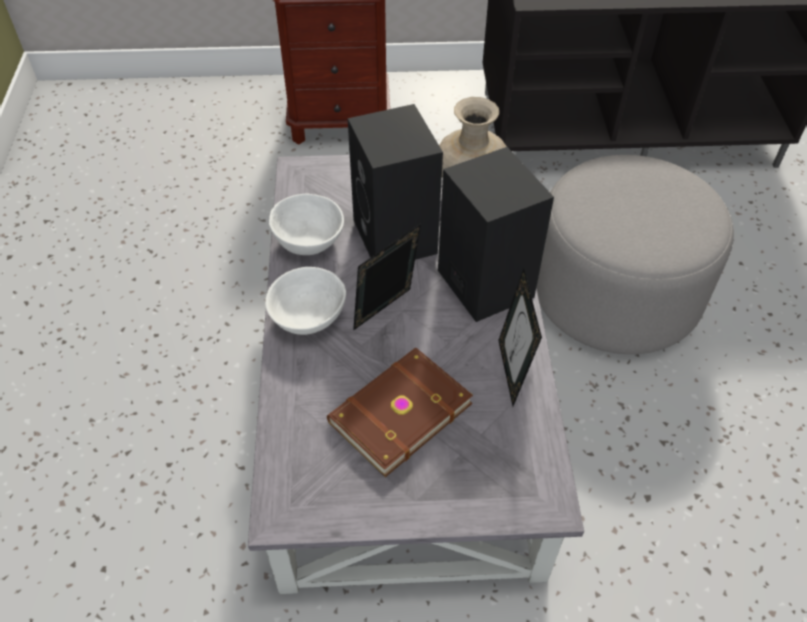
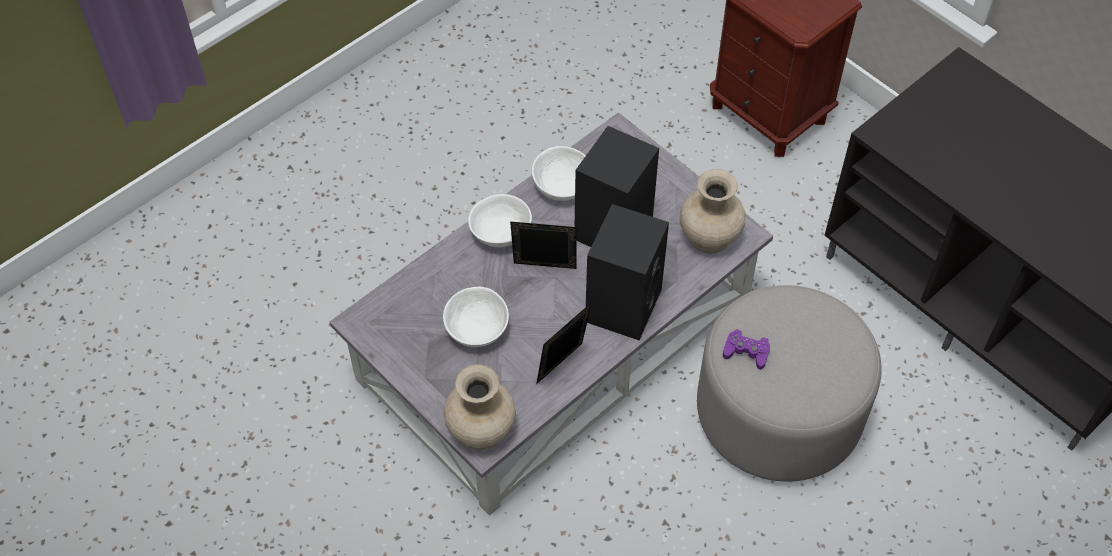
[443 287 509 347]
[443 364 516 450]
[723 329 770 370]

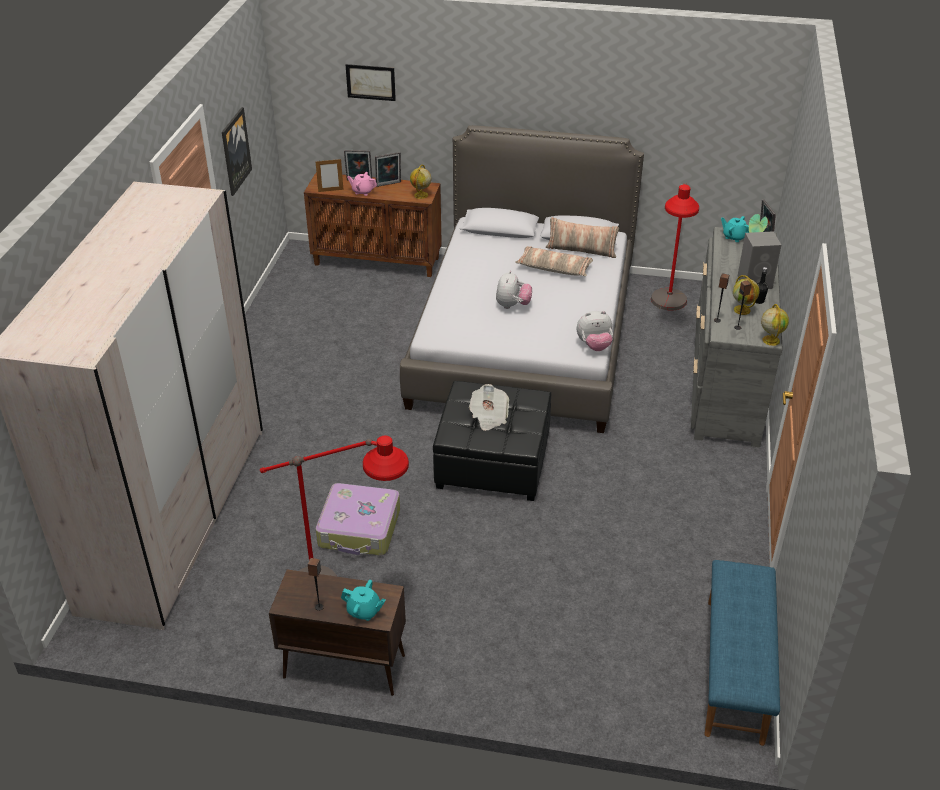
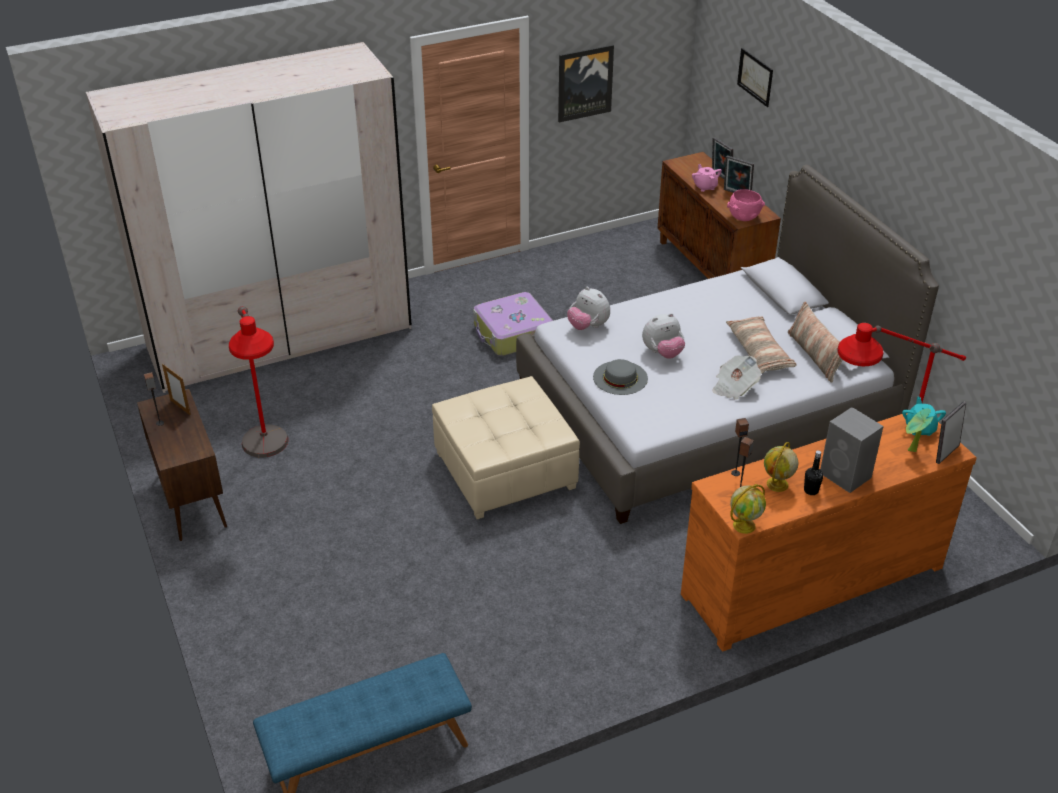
[162 364 191 416]
[432 376 580 519]
[473 292 553 356]
[567 287 610 330]
[593 359 648 395]
[681 413 977 651]
[712 355 761 400]
[727 189 765 221]
[341 580 386 621] (first image)

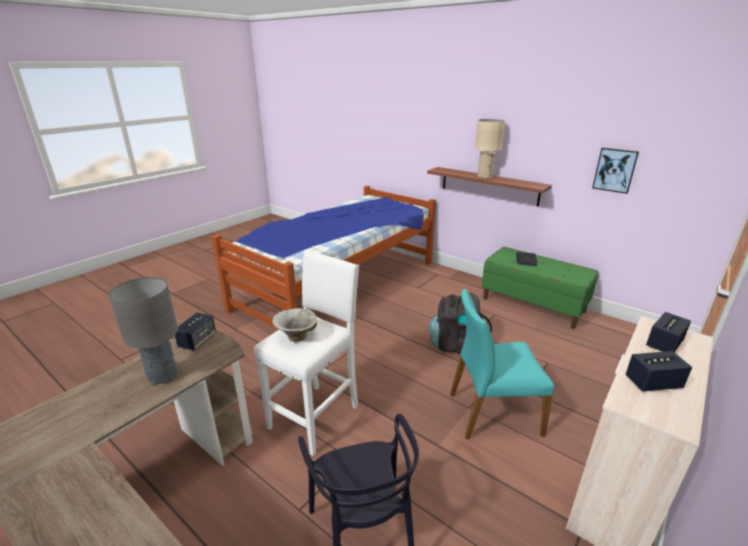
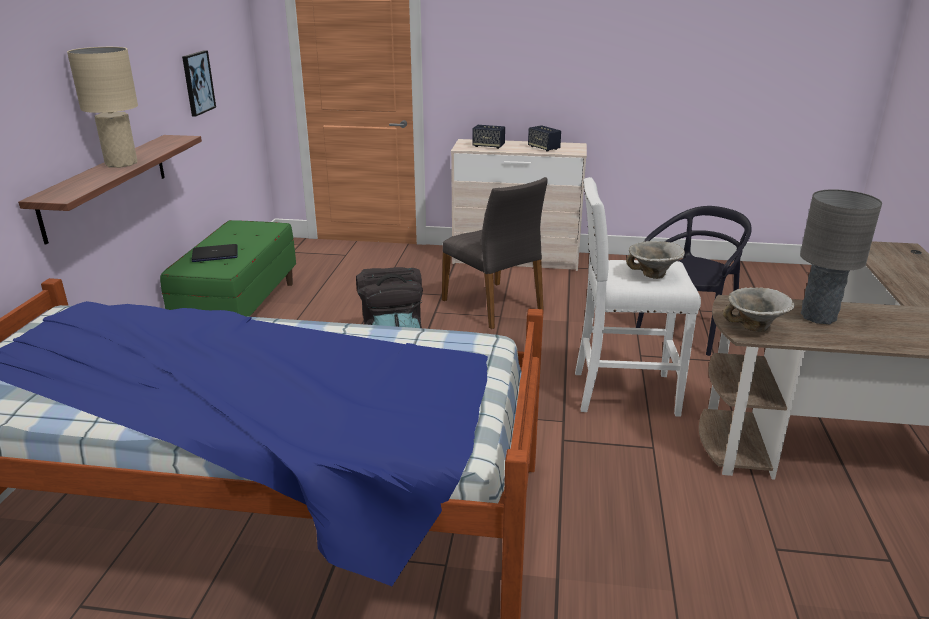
[442 177 548 329]
[723 287 795 332]

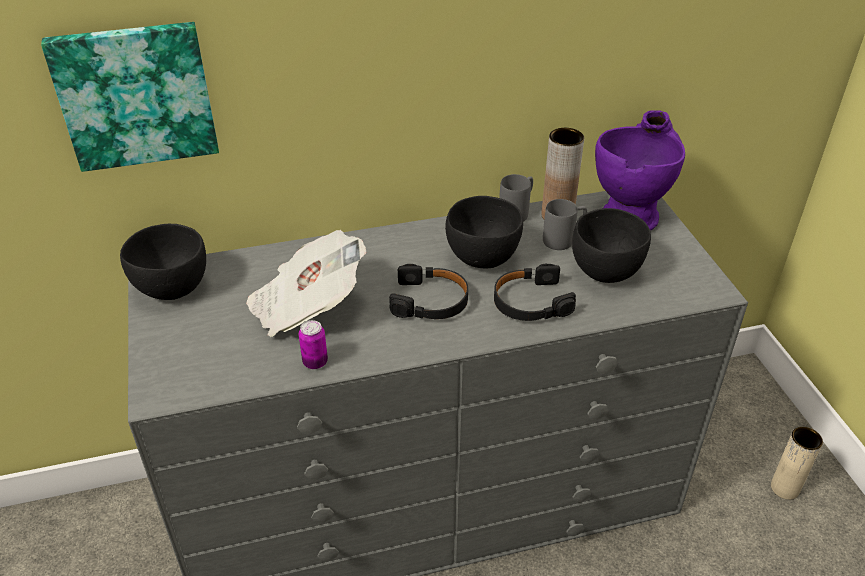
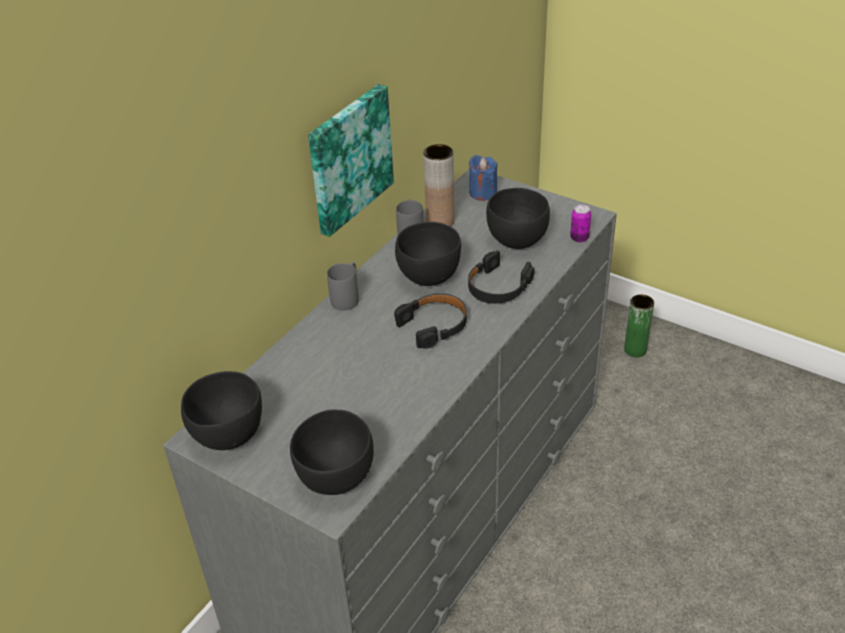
[290 409 374 495]
[308 84 394 237]
[327 262 359 311]
[469 155 497 201]
[570 205 591 243]
[624 294 654 357]
[246 230 366 337] (first image)

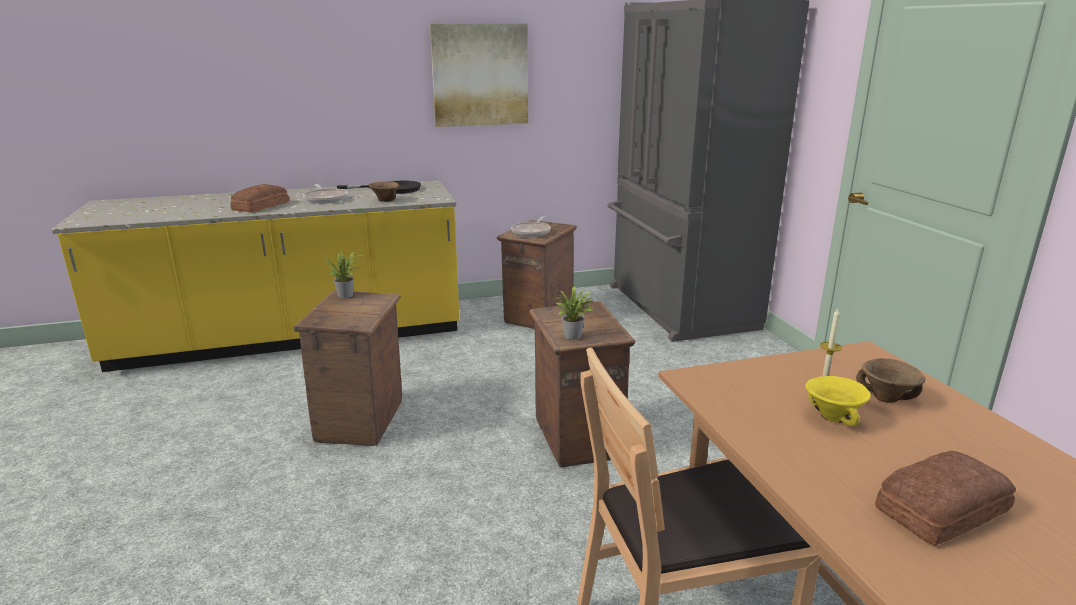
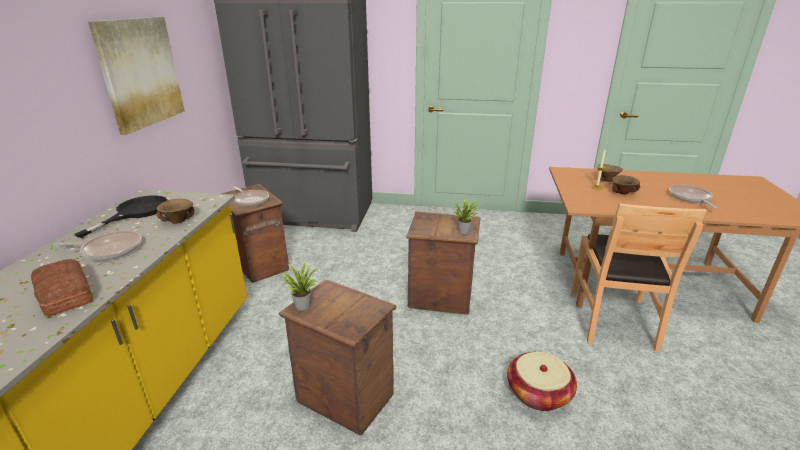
[507 352 577 411]
[612 175 640 195]
[669 185 718 209]

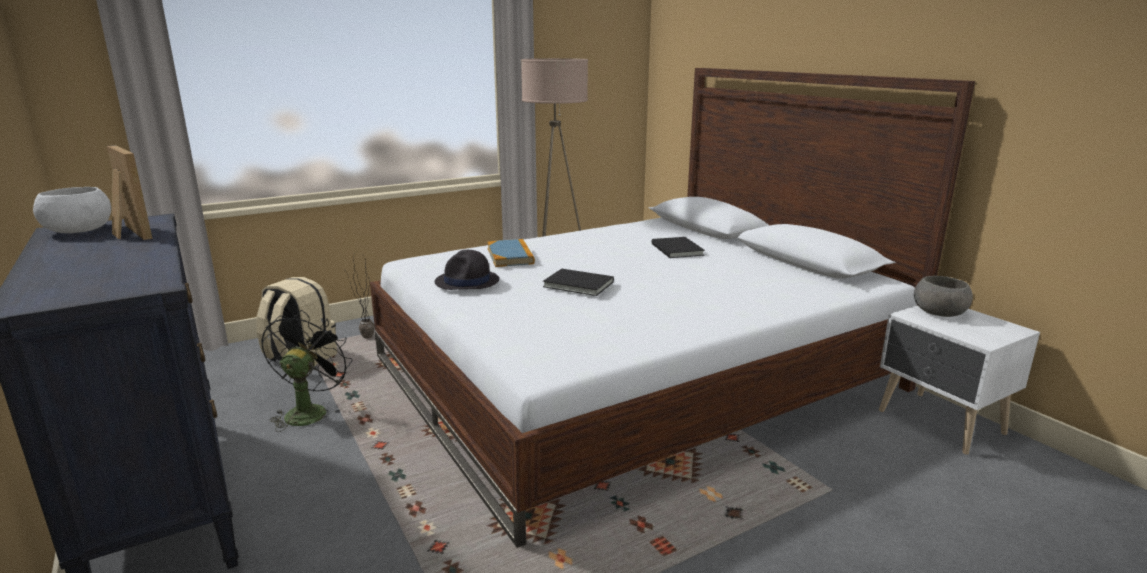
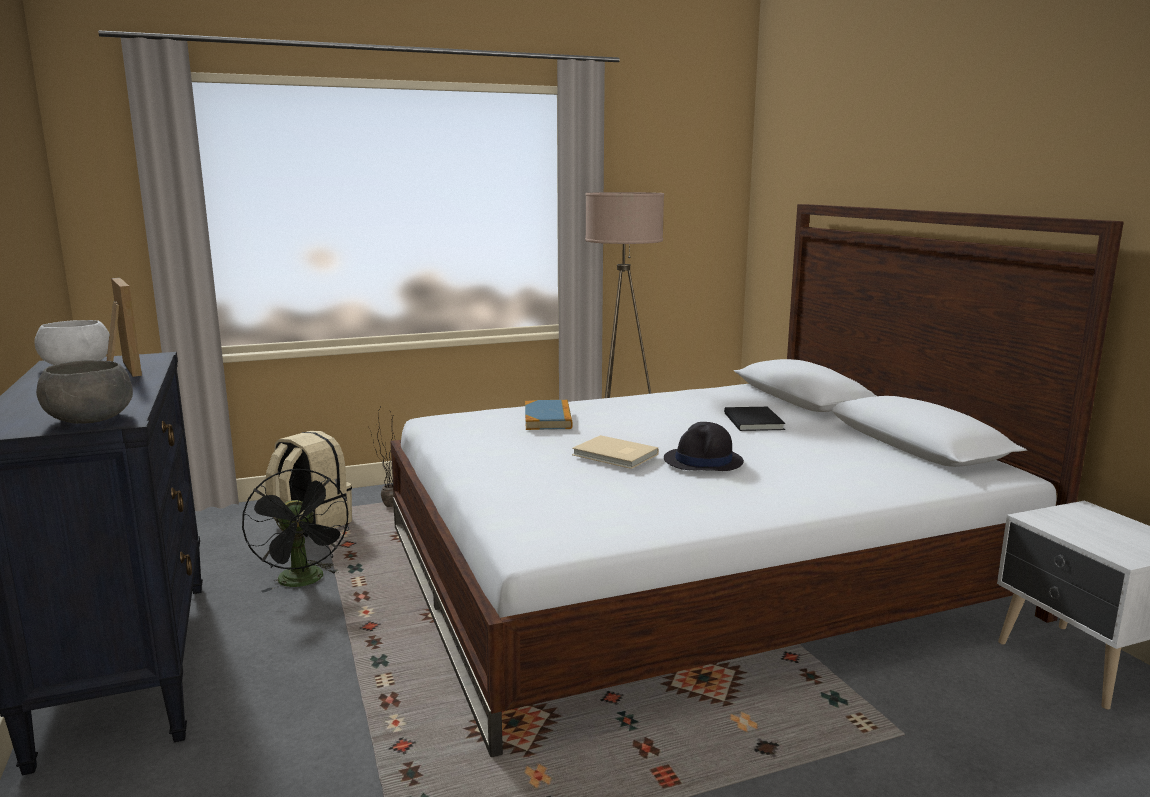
[36 360 133 424]
[242 469 349 593]
[572 435 659 469]
[664 422 744 471]

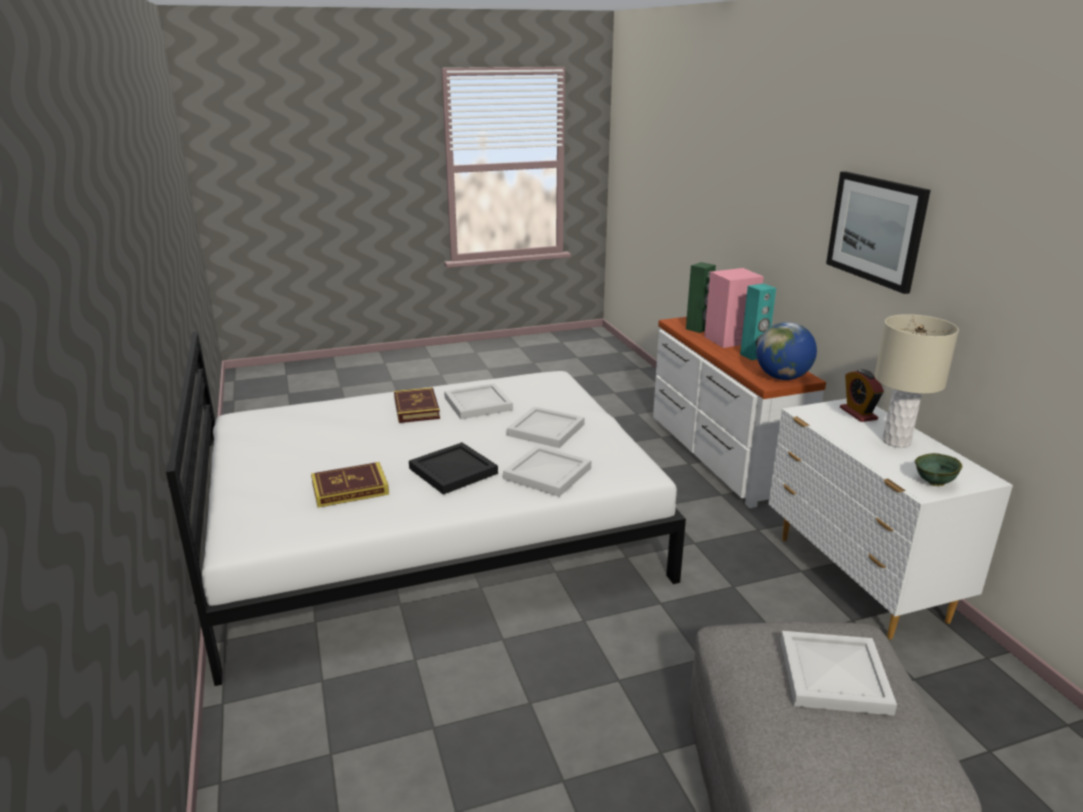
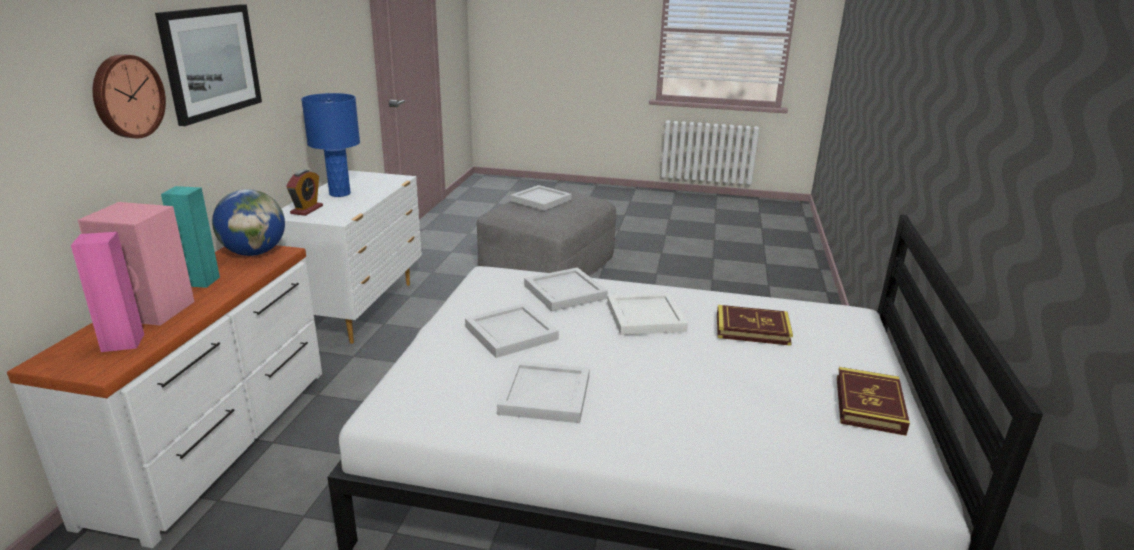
[71 232 144 352]
[93 54 166 138]
[301 93 360 197]
[607 293 688 335]
[837 367 910 436]
[915 453 962 486] (first image)

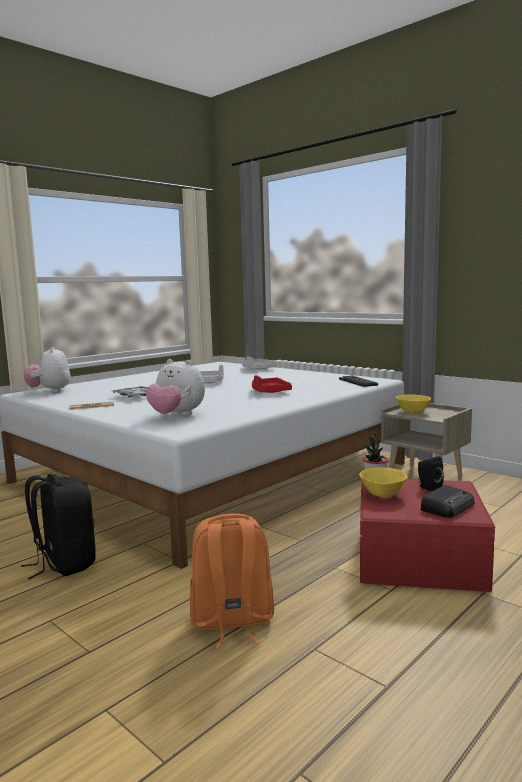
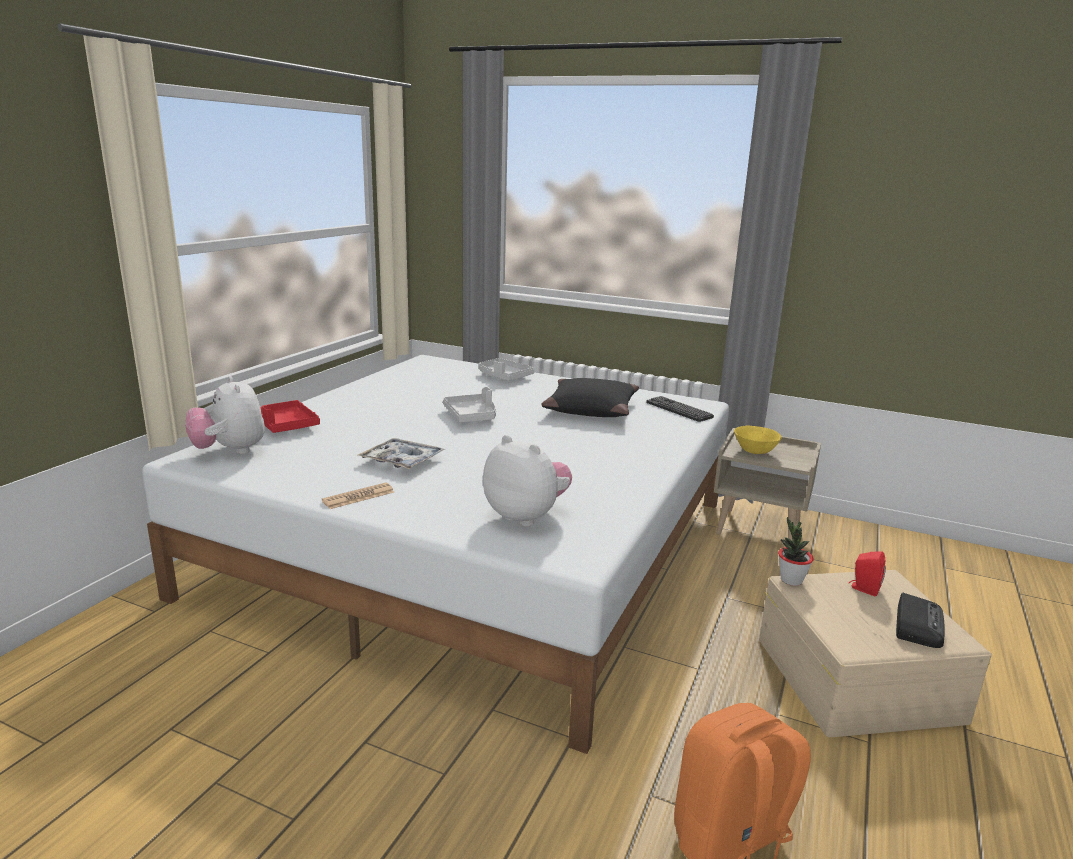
[261 400 320 433]
[483 435 572 527]
[541 378 639 417]
[759 570 992 737]
[849 552 886 596]
[21 474 96 579] (first image)
[359 467 408 498] (first image)

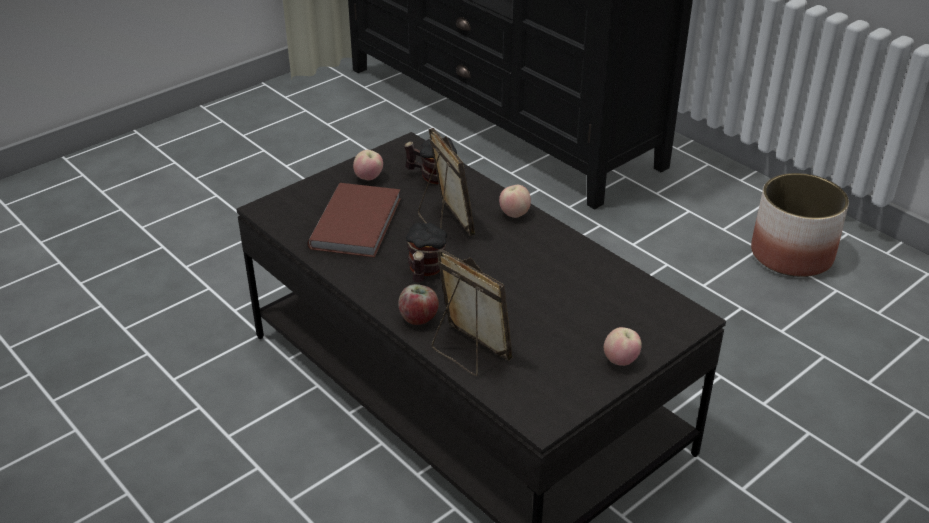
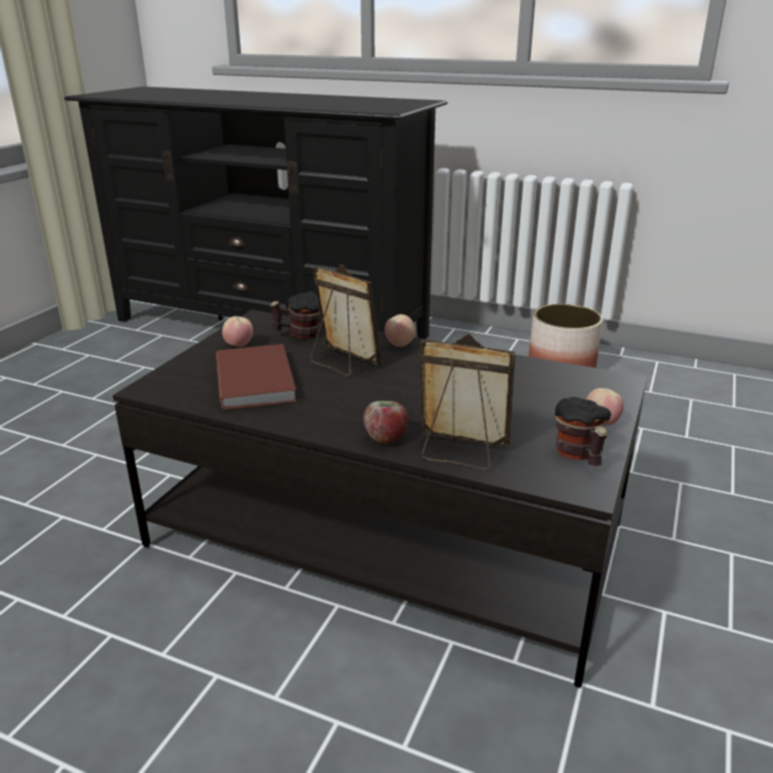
[555 397 611 466]

